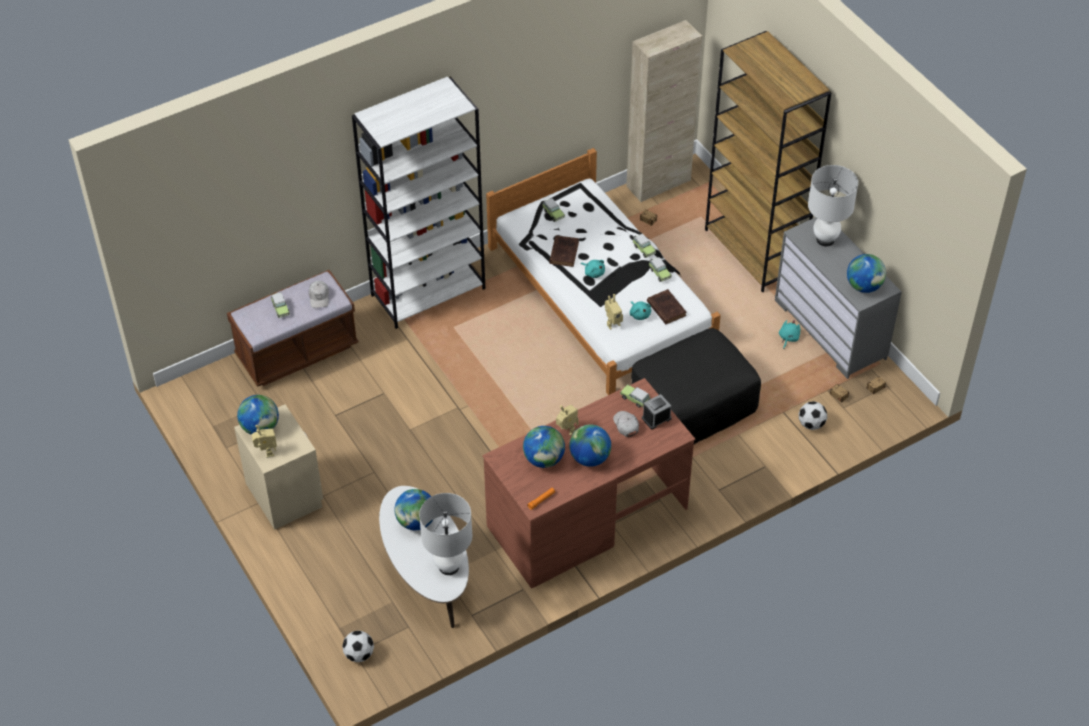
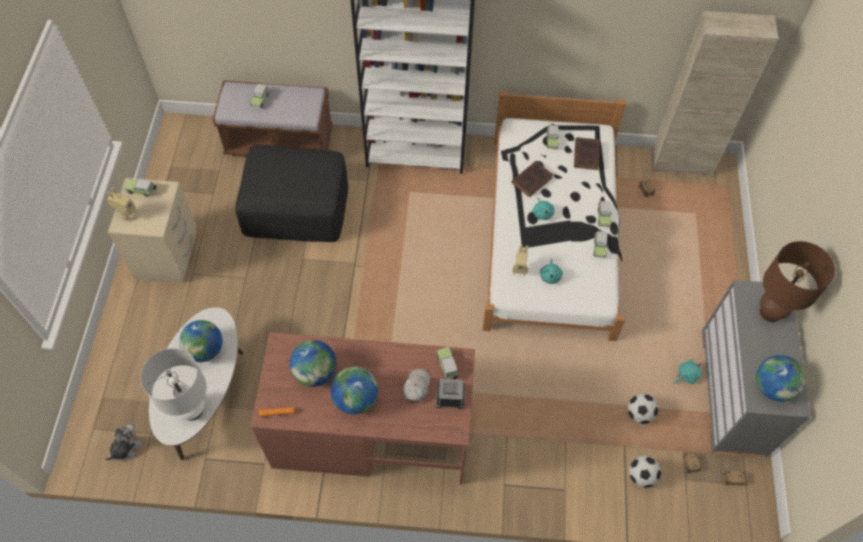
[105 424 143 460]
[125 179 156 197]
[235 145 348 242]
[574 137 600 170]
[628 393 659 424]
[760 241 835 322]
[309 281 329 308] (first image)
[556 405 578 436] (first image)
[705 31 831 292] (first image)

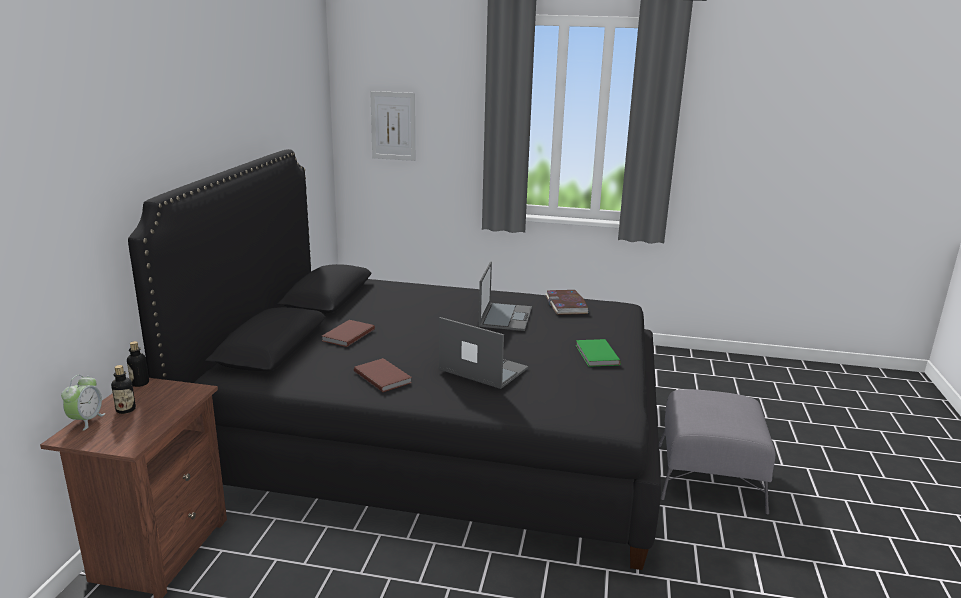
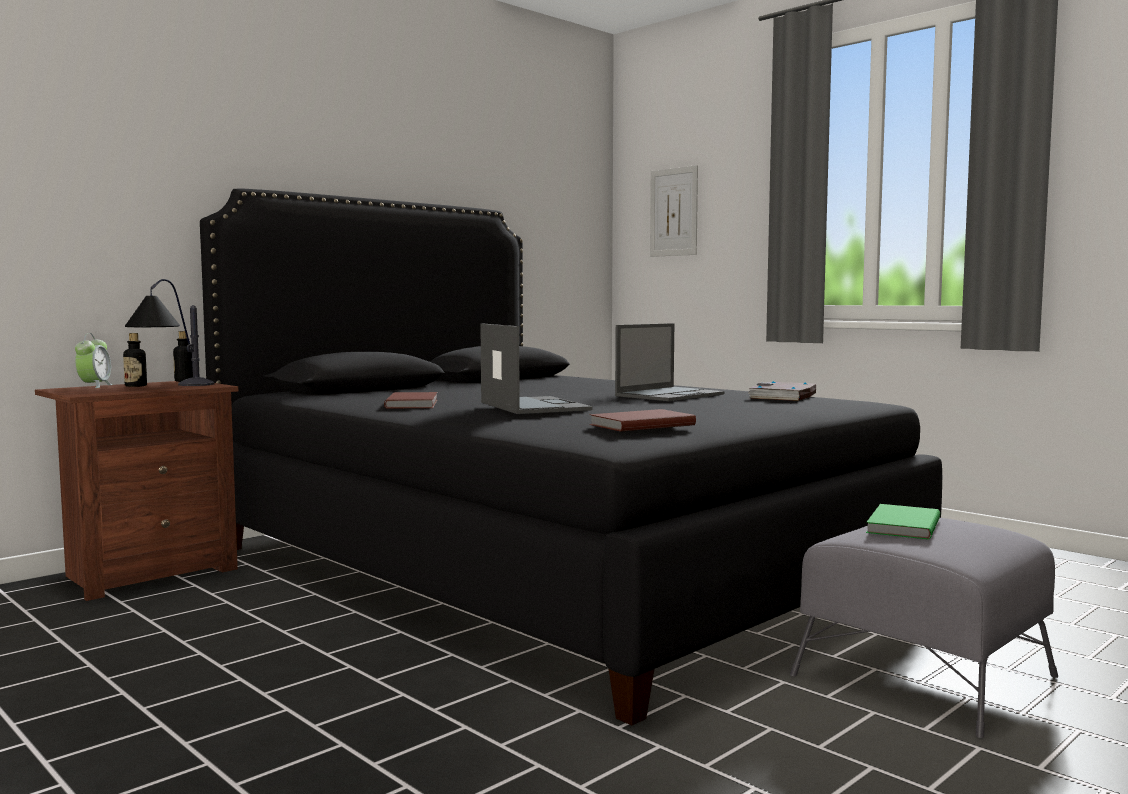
[75 333 113 388]
[125 279 214 386]
[589 409 696 432]
[866 504 940 539]

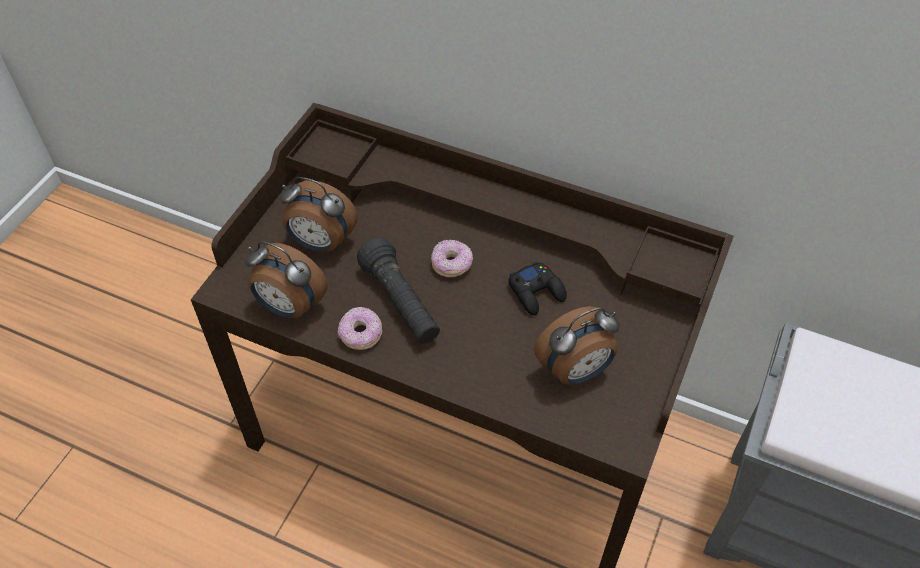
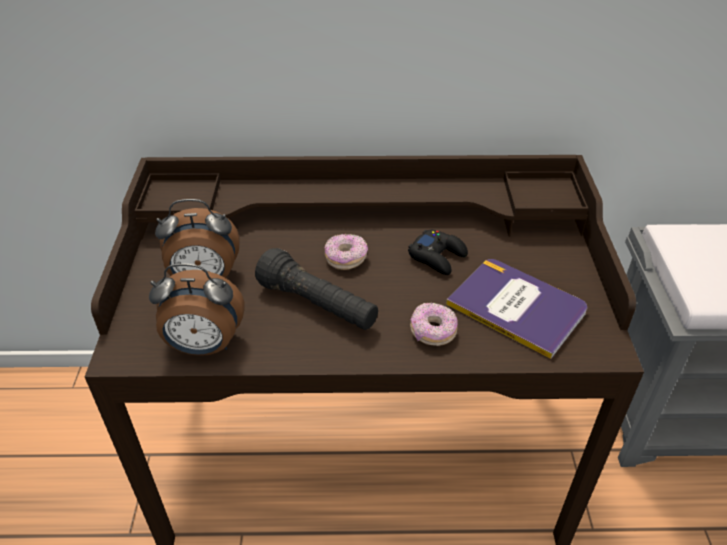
[410 302 458 346]
[446 259 587 359]

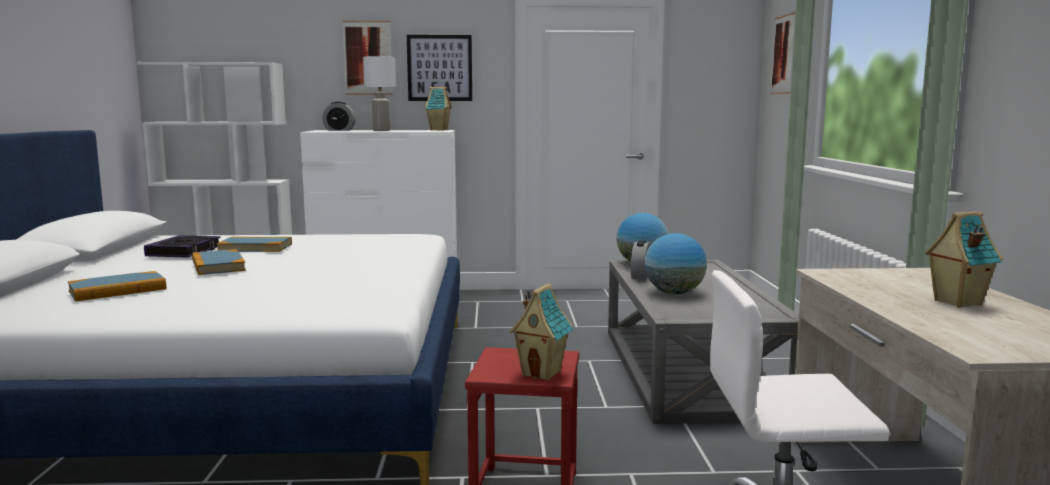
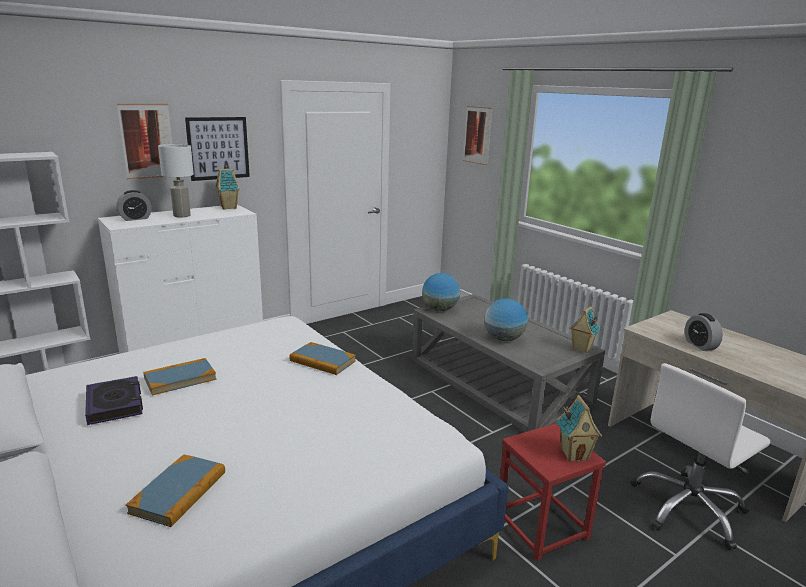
[289 342 356 375]
[569 306 601 353]
[685 313 723 351]

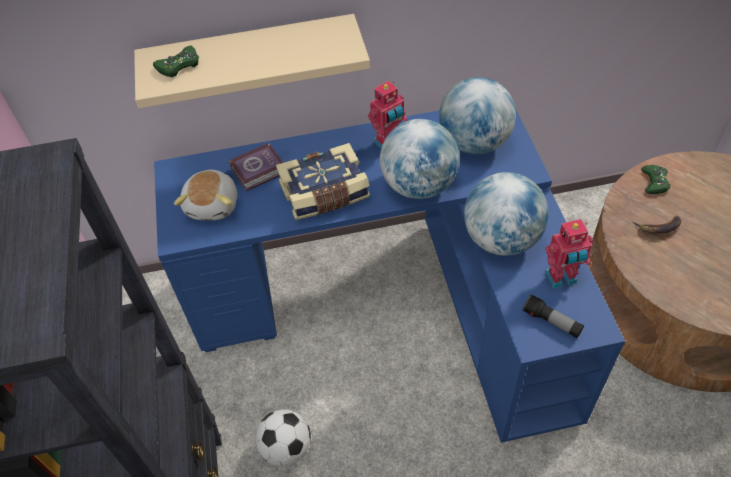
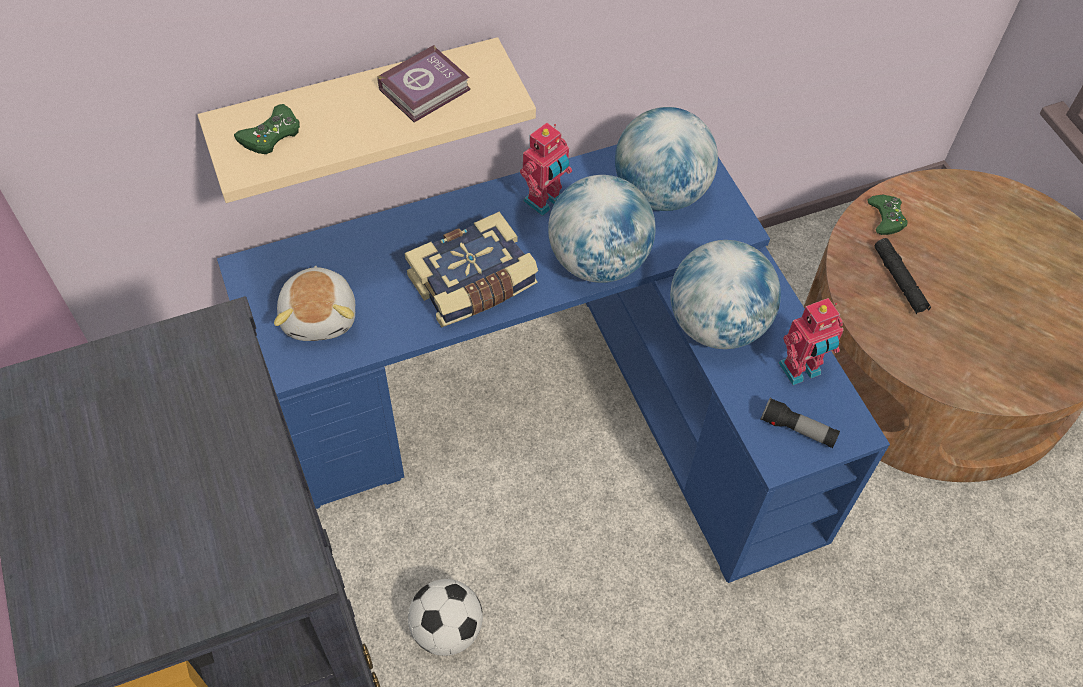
[378 45 470 122]
[874 238 931 314]

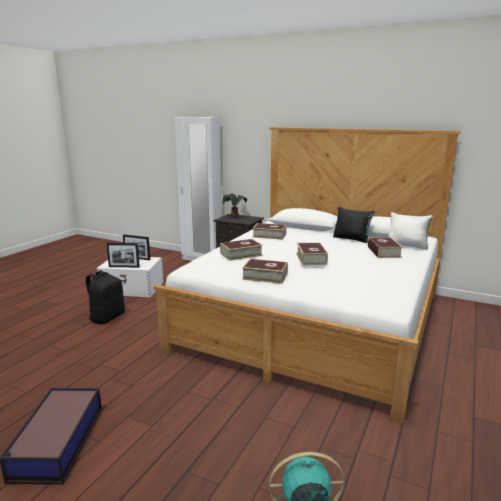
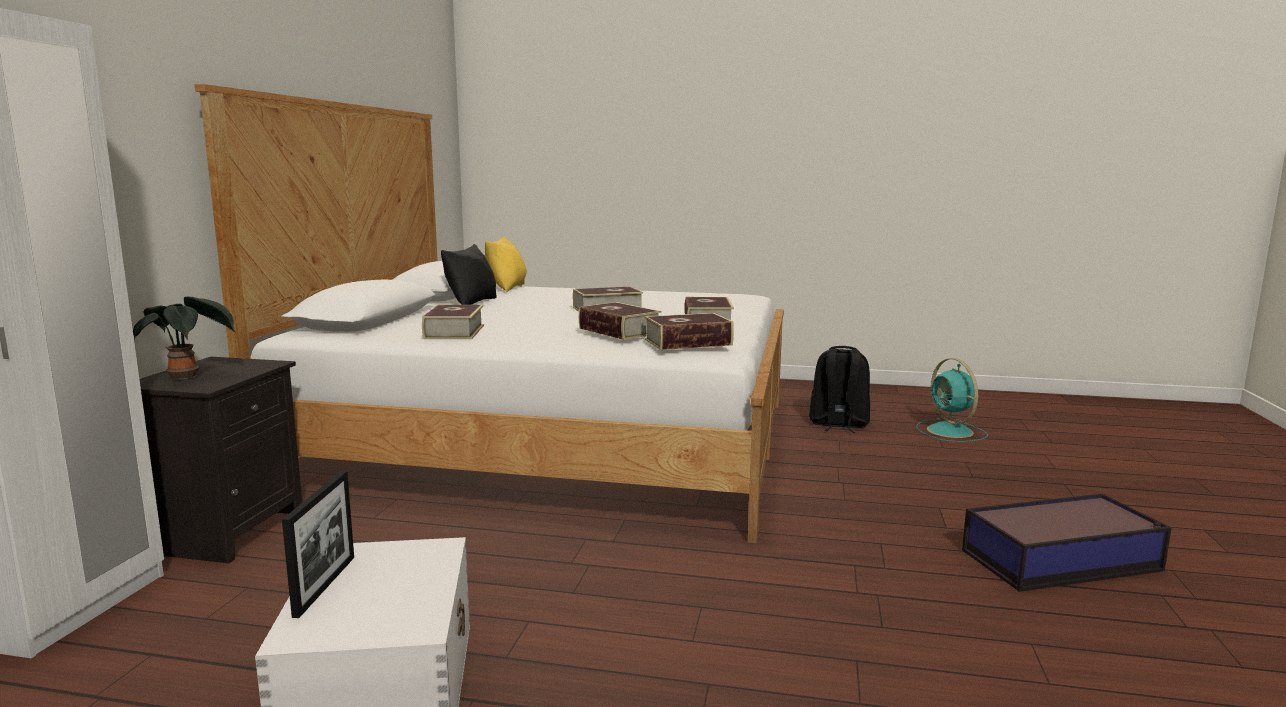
[485 236 527 292]
[645 313 734 350]
[809 346 870 433]
[106 243 140 267] (first image)

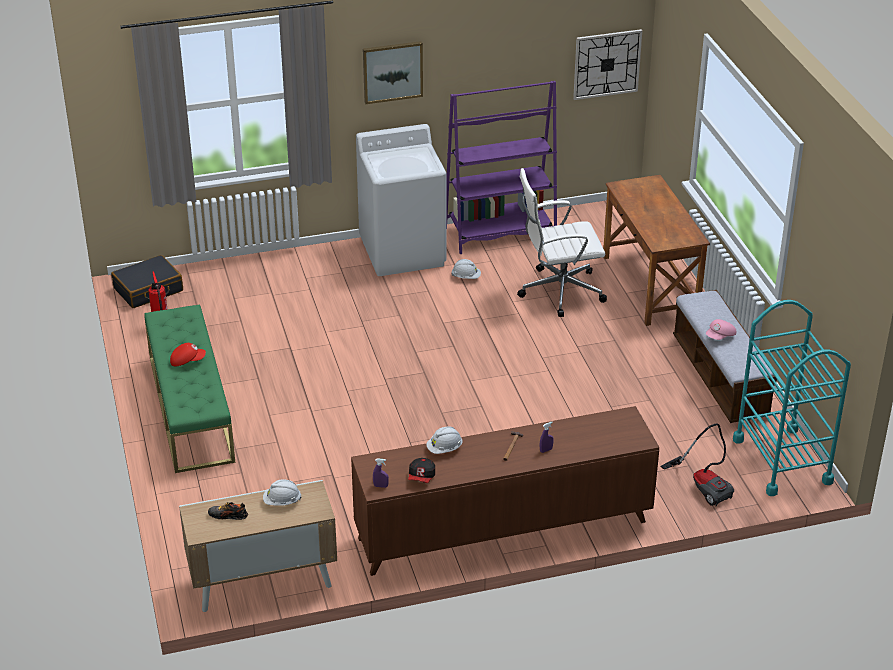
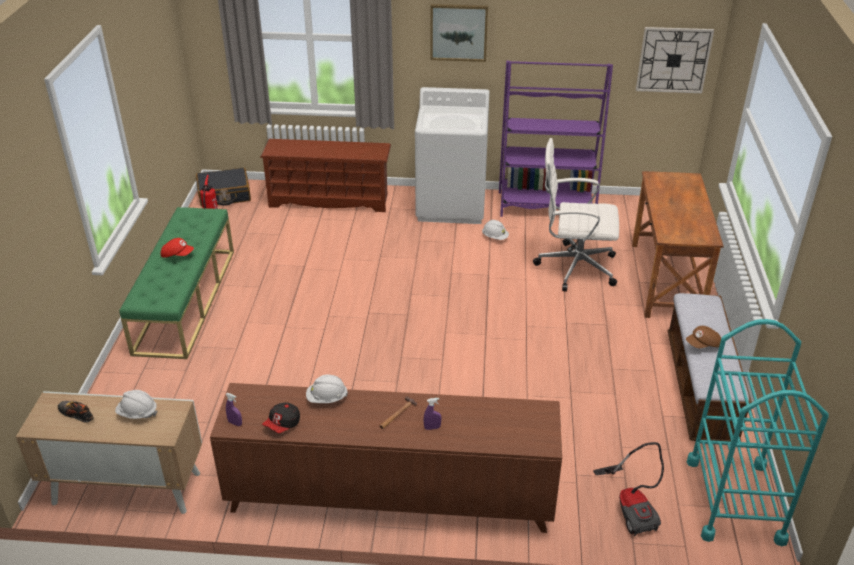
[260 139 391 212]
[686 326 721 348]

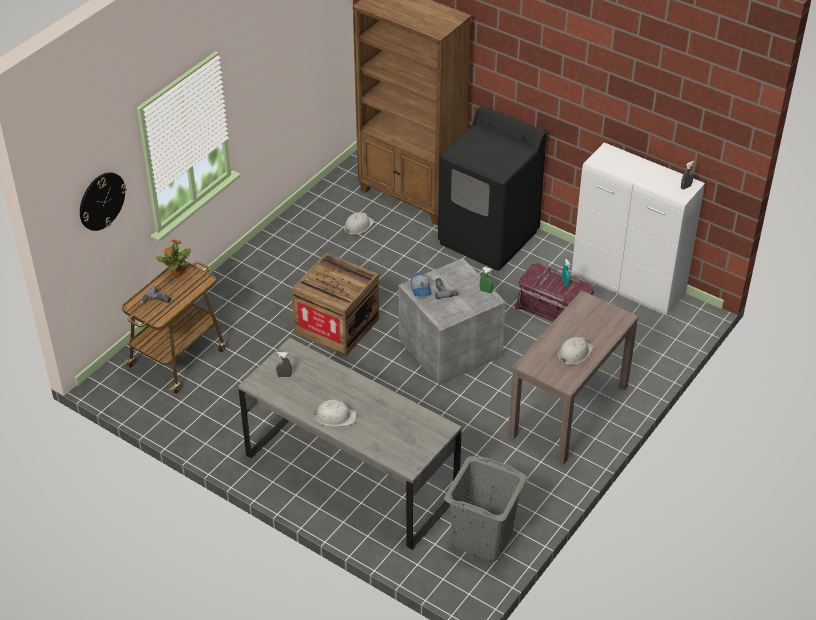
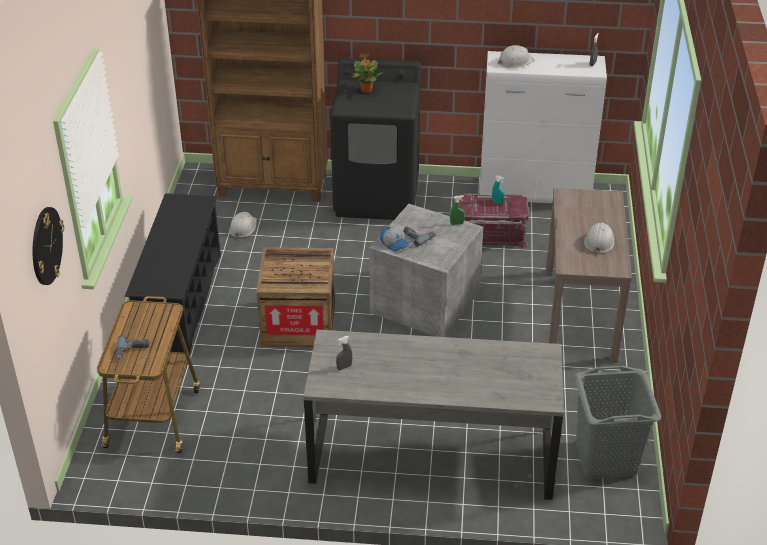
[125 193 221 355]
[351 53 383 93]
[498 45 535 68]

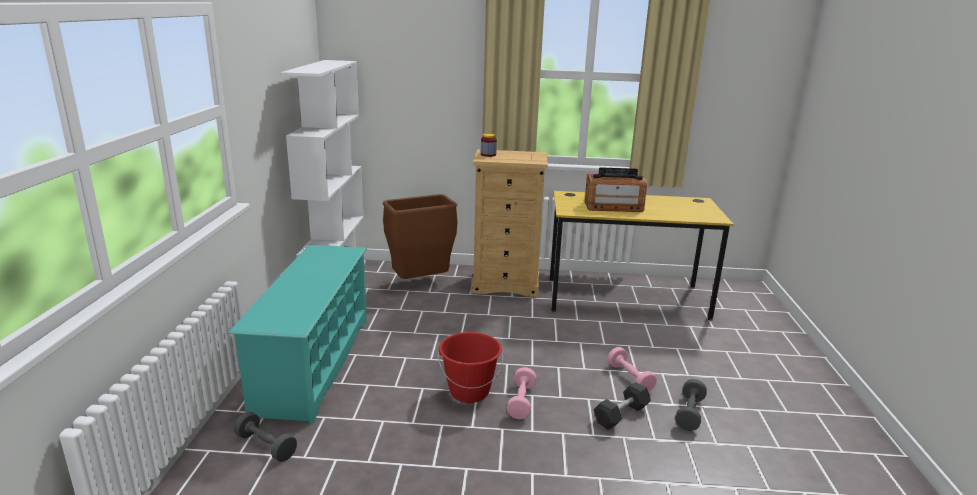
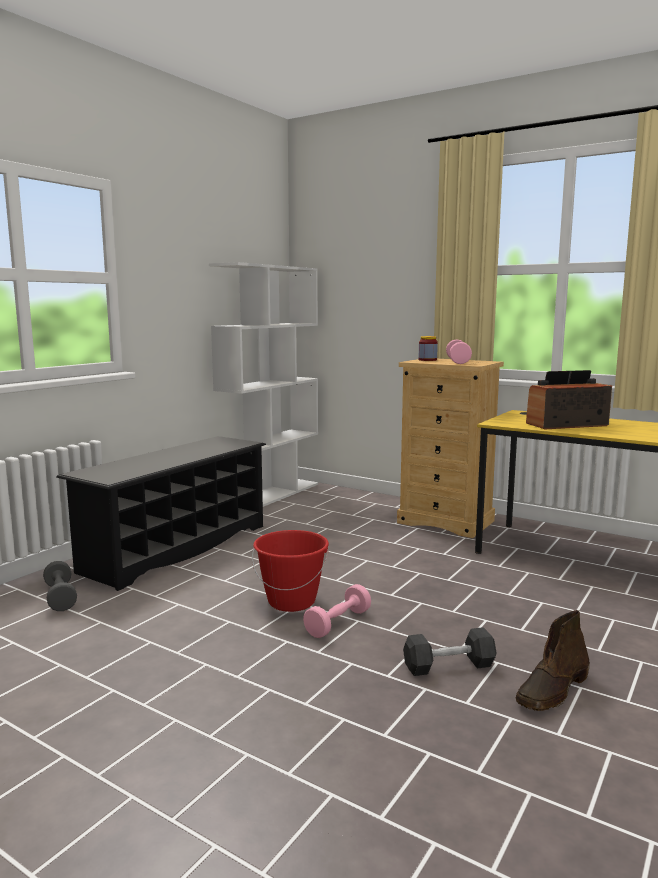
[56 436 266 591]
[446 339 472 364]
[516 610 590 711]
[526 370 612 429]
[383 194 457 279] (first image)

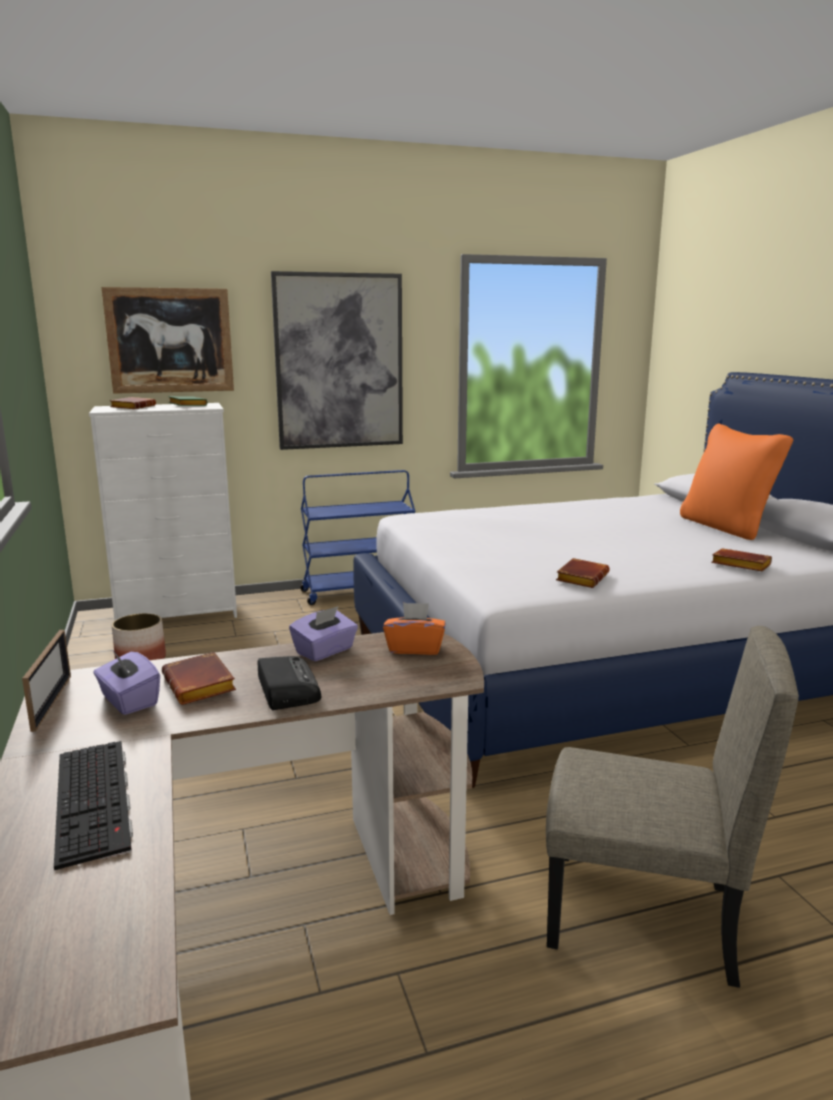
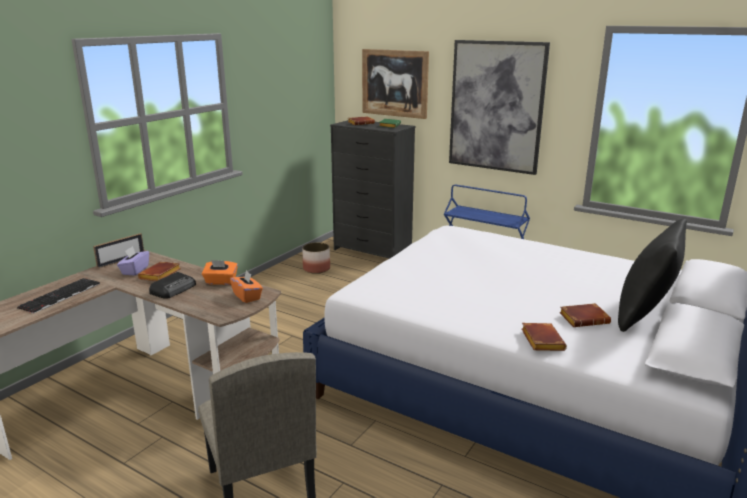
[202 260 238 285]
[330 120 416 259]
[559 303 611 327]
[618 219 687 332]

